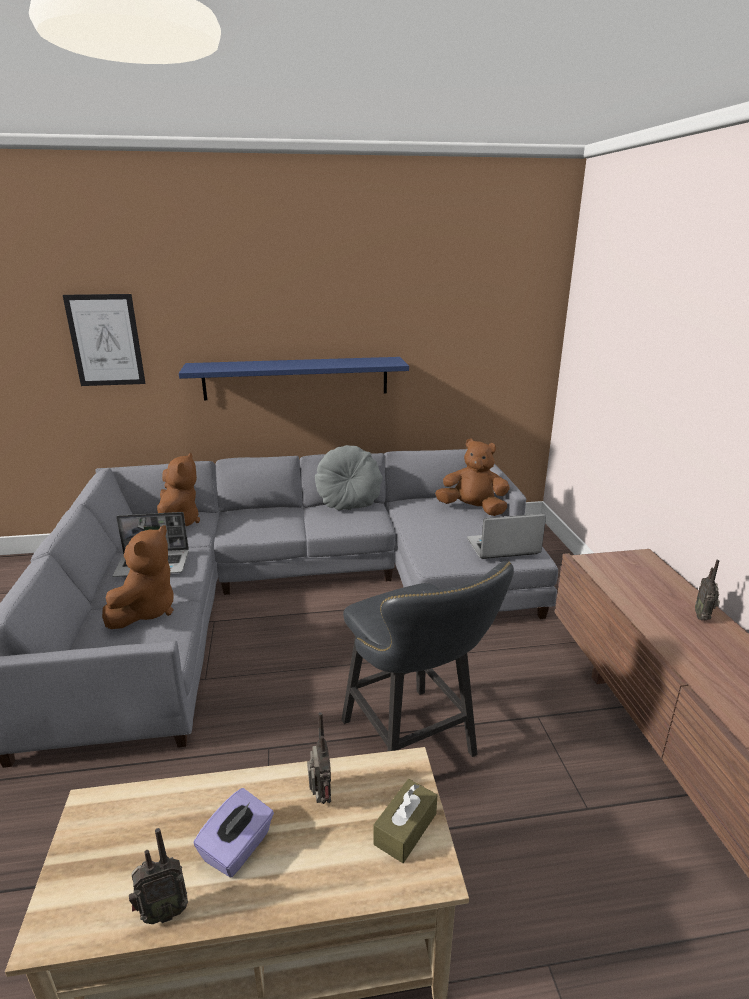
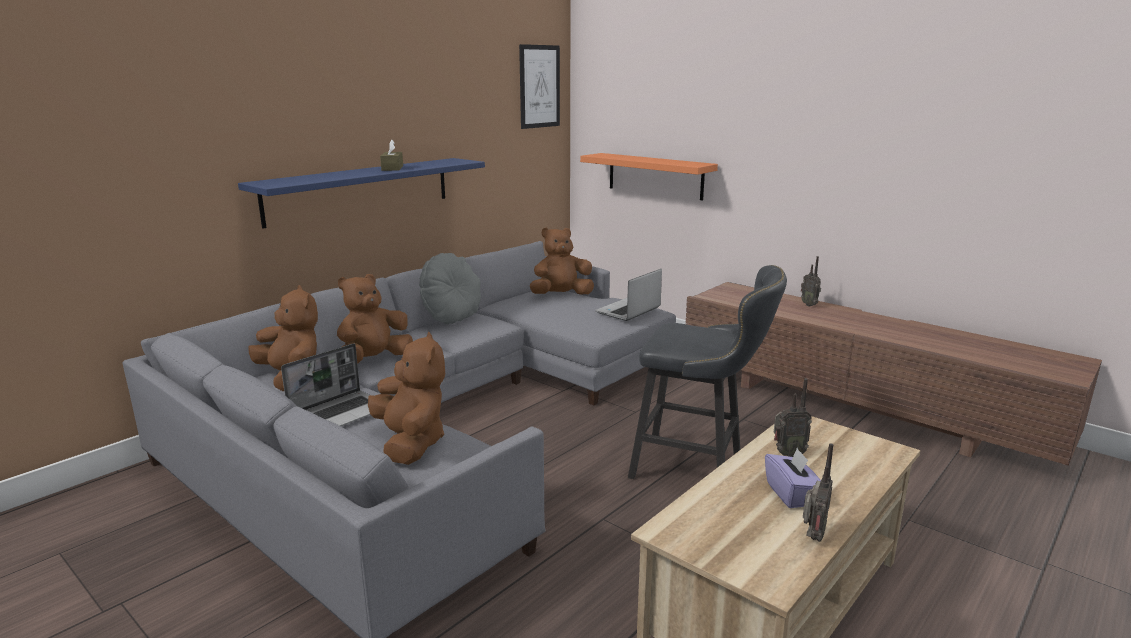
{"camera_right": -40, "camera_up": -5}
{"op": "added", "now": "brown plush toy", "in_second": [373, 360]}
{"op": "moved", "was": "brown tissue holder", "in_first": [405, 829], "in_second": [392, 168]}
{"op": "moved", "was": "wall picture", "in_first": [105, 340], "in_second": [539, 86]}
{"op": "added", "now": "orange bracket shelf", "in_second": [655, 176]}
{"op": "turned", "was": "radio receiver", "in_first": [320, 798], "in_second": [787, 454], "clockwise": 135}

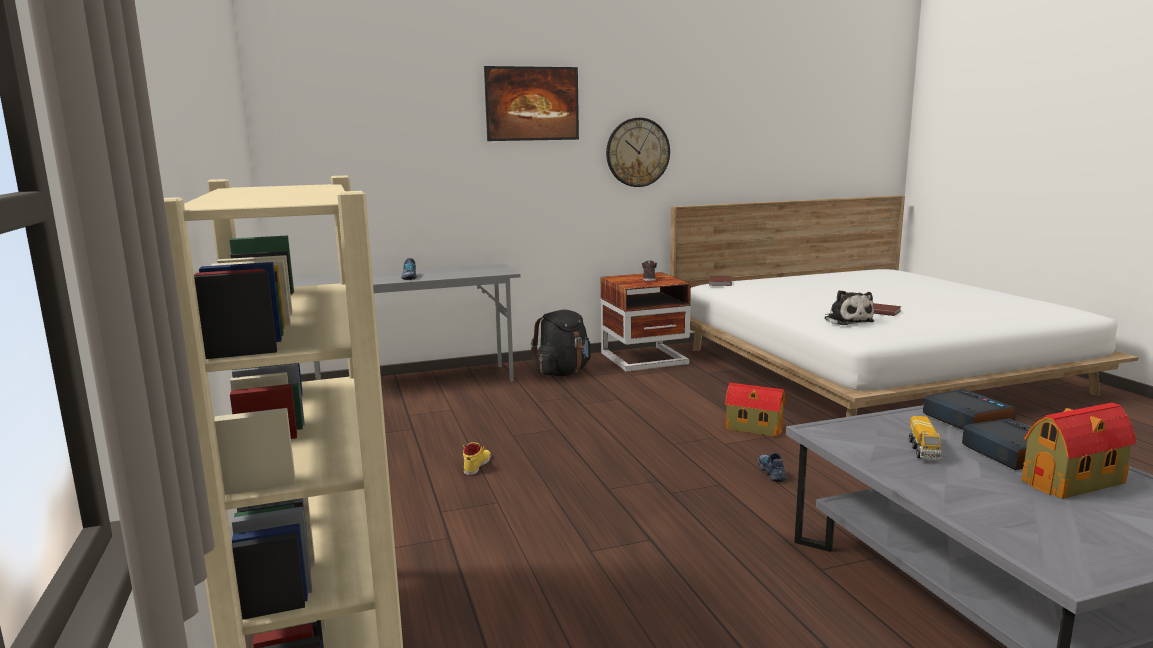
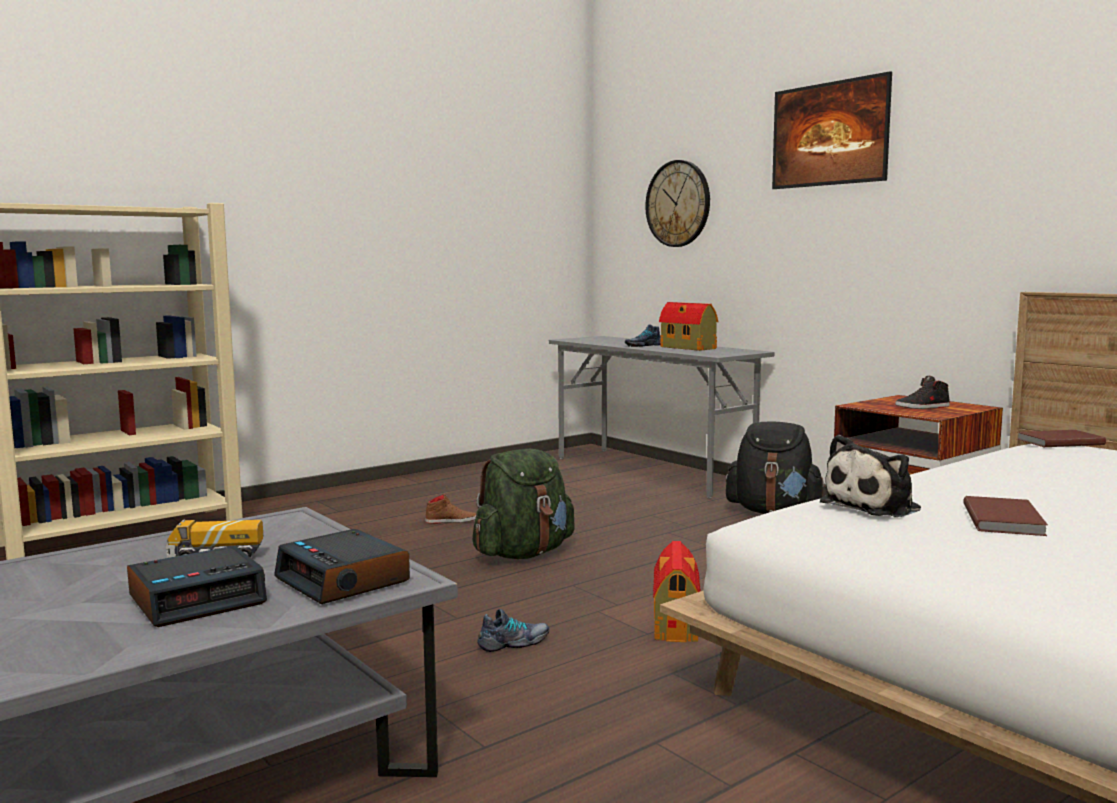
{"camera_right": 70, "camera_up": -5}
{"op": "turned", "was": "alarm clock", "in_first": [966, 419], "in_second": [344, 580], "clockwise": 90}
{"op": "recoloured", "was": "yellow-coloured low shoe", "now": "brown low shoe", "in_first": [477, 465], "in_second": [451, 521]}
{"op": "added", "now": "green-coloured knapsack", "in_second": [523, 553]}
{"op": "moved", "was": "clock on the wall", "in_first": [637, 152], "in_second": [678, 203]}
{"op": "moved", "was": "toy house", "in_first": [1075, 482], "in_second": [689, 348]}

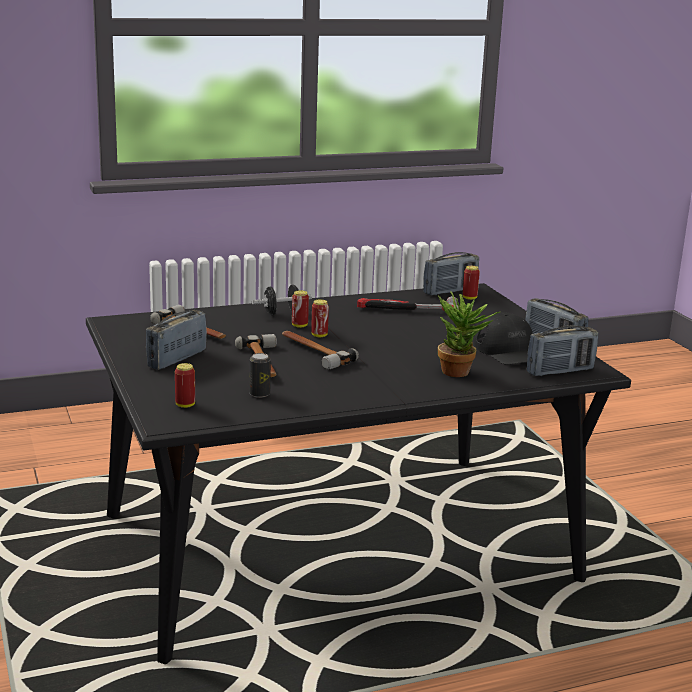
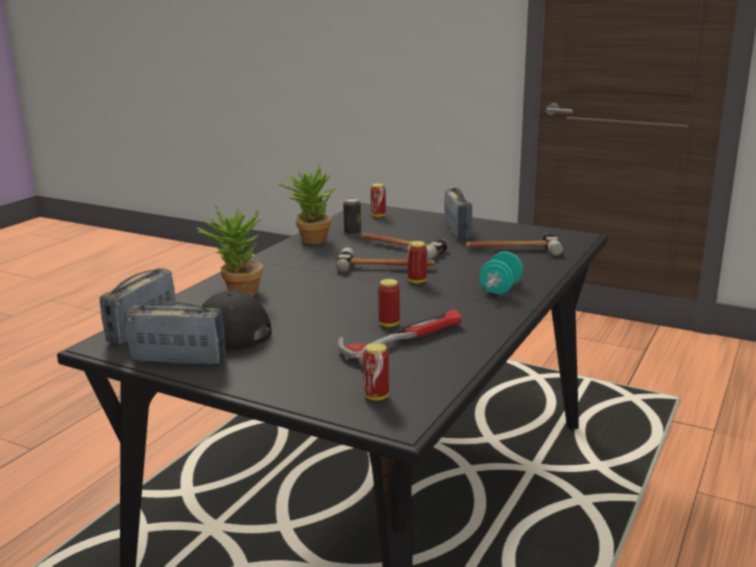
{"camera_right": 140, "camera_up": 0}
{"op": "added", "now": "houseplant", "in_second": [310, 239]}
{"op": "moved", "was": "metal can", "in_first": [299, 326], "in_second": [389, 324]}
{"op": "recoloured", "was": "black free weight", "now": "turquoise free weight", "in_first": [282, 313], "in_second": [500, 288]}
{"op": "removed", "was": "radio receiver", "in_first": [450, 291]}

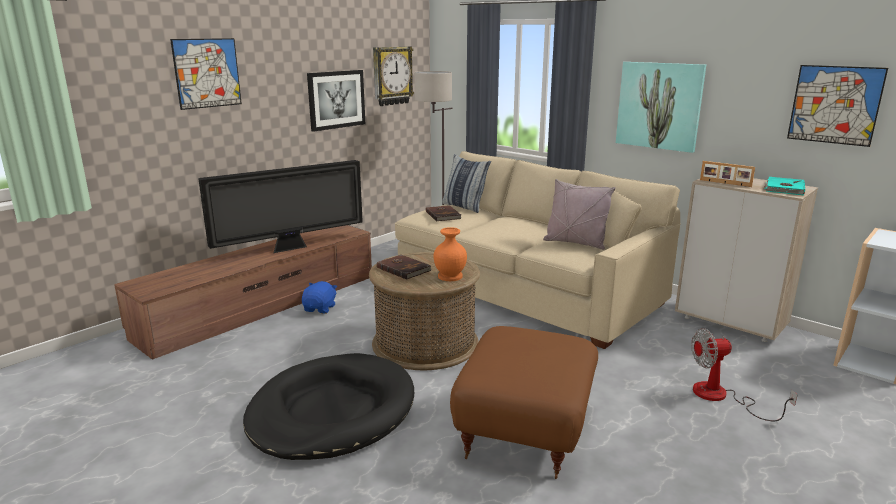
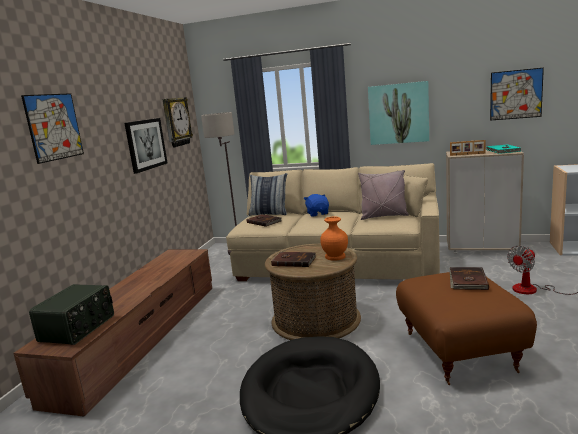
{"camera_right": -25, "camera_up": -5}
{"op": "added", "now": "radio receiver", "in_second": [78, 328]}
{"op": "moved", "was": "blue plush toy", "in_first": [320, 308], "in_second": [318, 213]}
{"op": "added", "now": "brown volume", "in_second": [467, 280]}
{"op": "removed", "was": "TV set", "in_first": [291, 248]}

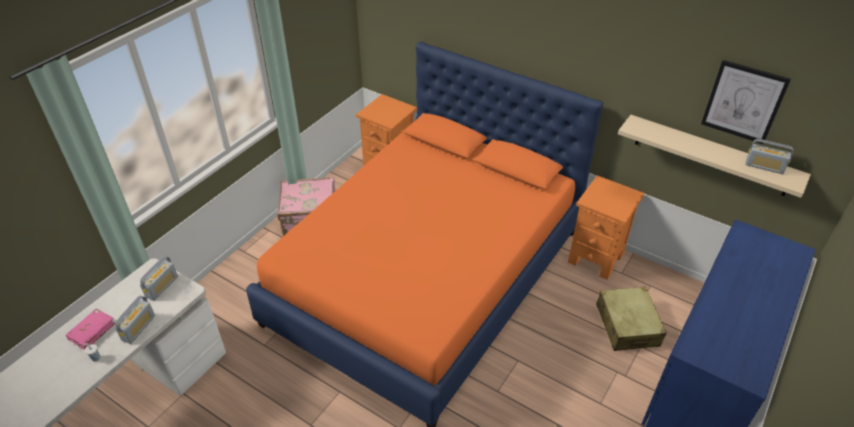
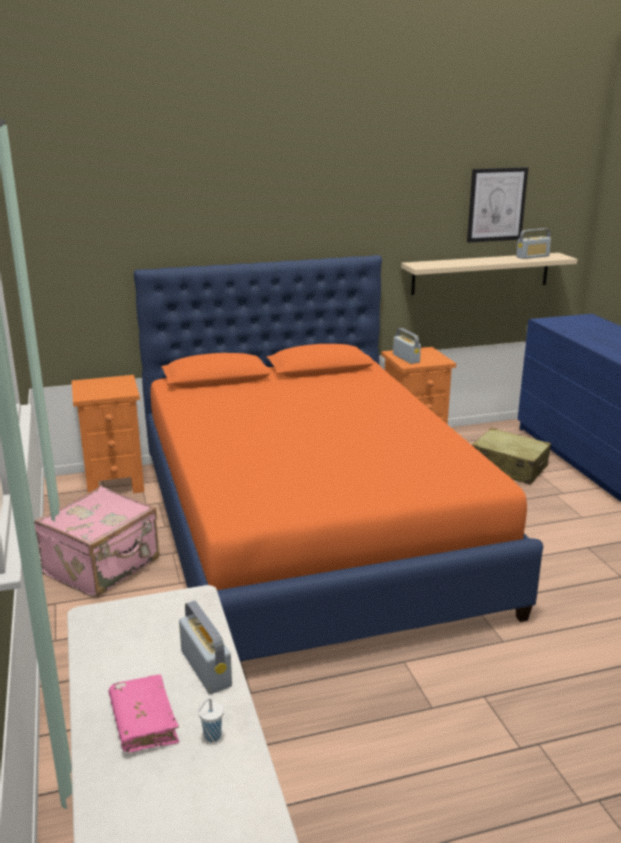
{"camera_right": -50, "camera_up": -20}
{"op": "moved", "was": "radio receiver", "in_first": [162, 286], "in_second": [406, 358]}

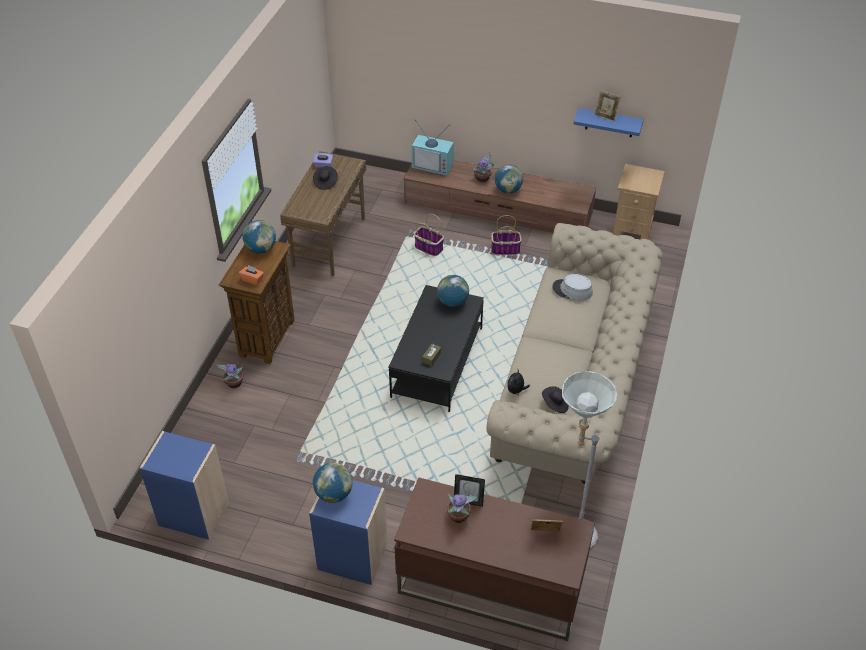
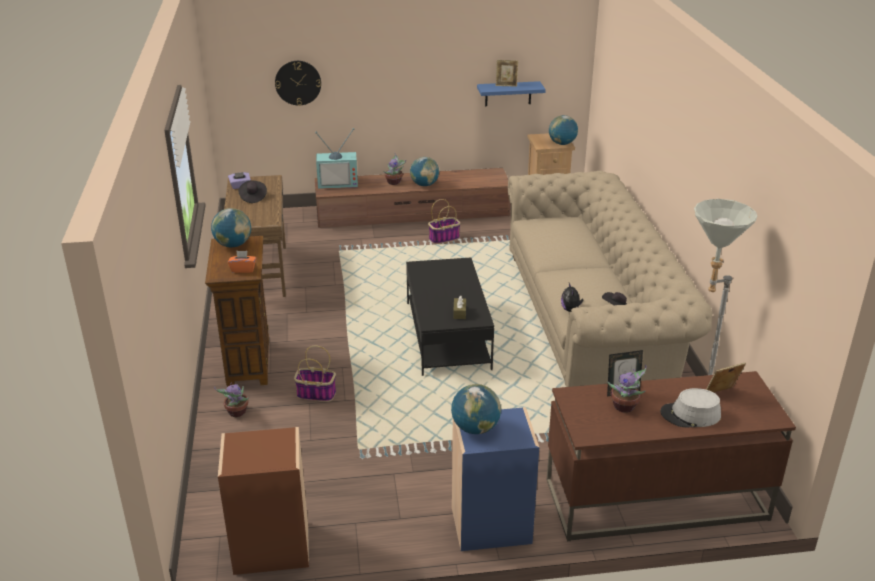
{"camera_right": -25, "camera_up": -15}
{"op": "recoloured", "was": "blue bookcase", "now": "brown bookcase", "in_first": [192, 514], "in_second": [270, 548]}
{"op": "added", "now": "clock on the wall", "in_second": [298, 82]}
{"op": "moved", "was": "basket", "in_first": [428, 247], "in_second": [315, 394]}
{"op": "moved", "was": "world globe", "in_first": [452, 302], "in_second": [562, 143]}
{"op": "moved", "was": "grey hat", "in_first": [572, 290], "in_second": [690, 415]}

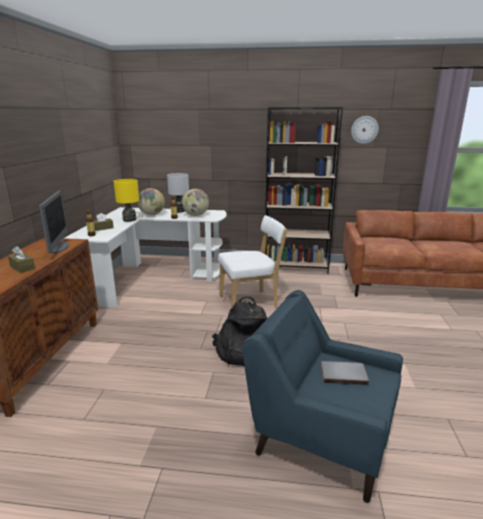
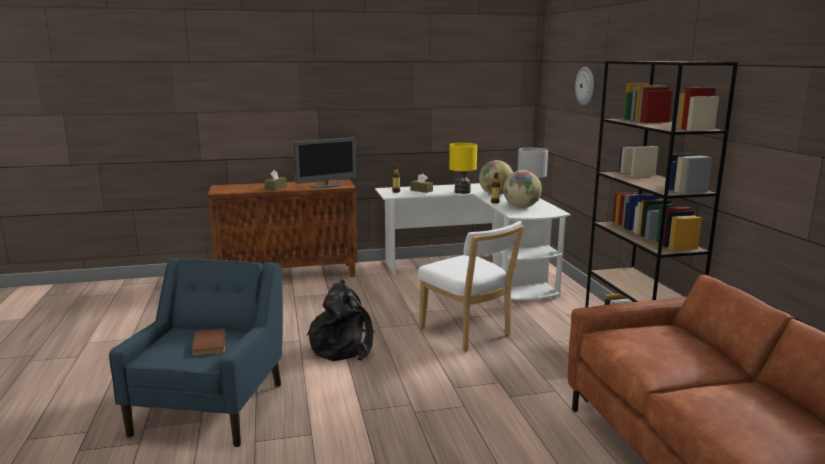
{"camera_right": 70, "camera_up": -5}
{"op": "recoloured", "was": "grey volume", "now": "brown volume", "in_first": [343, 373], "in_second": [211, 344]}
{"op": "moved", "was": "clock on the wall", "in_first": [364, 130], "in_second": [585, 86]}

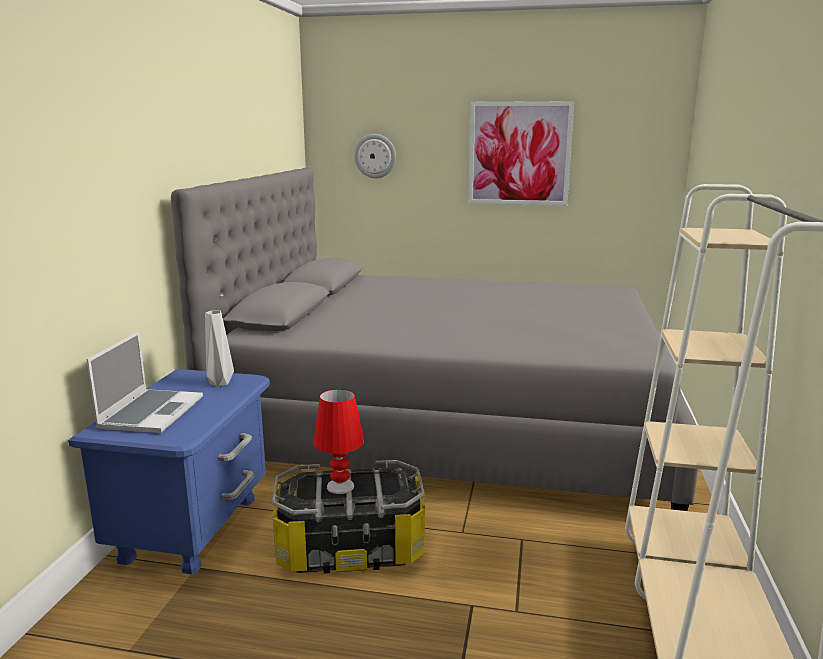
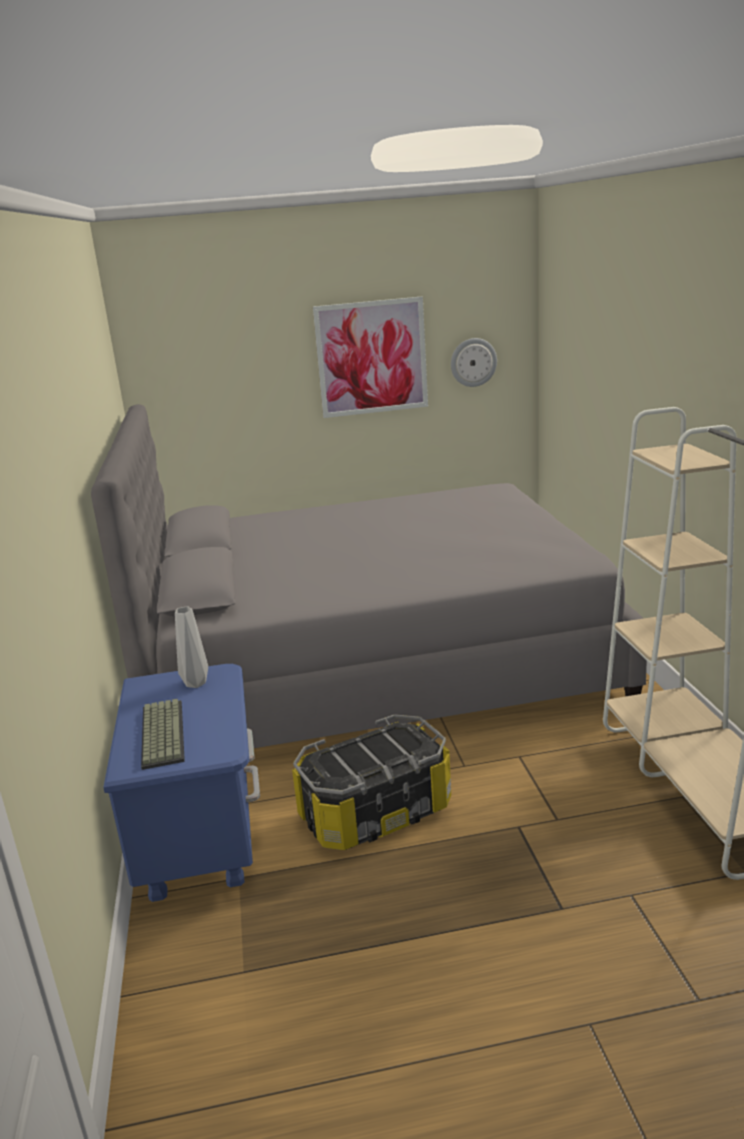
{"camera_right": -20, "camera_up": 5}
{"op": "replaced", "was": "portable computer", "now": "computer keyboard", "in_first": [151, 412], "in_second": [160, 734]}
{"op": "moved", "was": "clock on the wall", "in_first": [375, 156], "in_second": [473, 362]}
{"op": "removed", "was": "reddish table lamp", "in_first": [340, 486]}

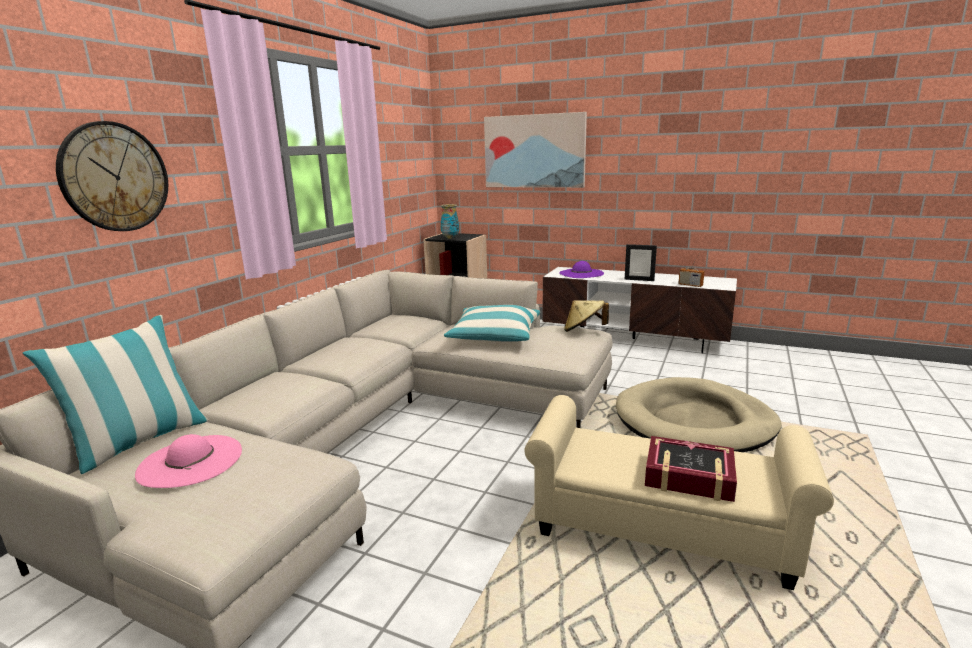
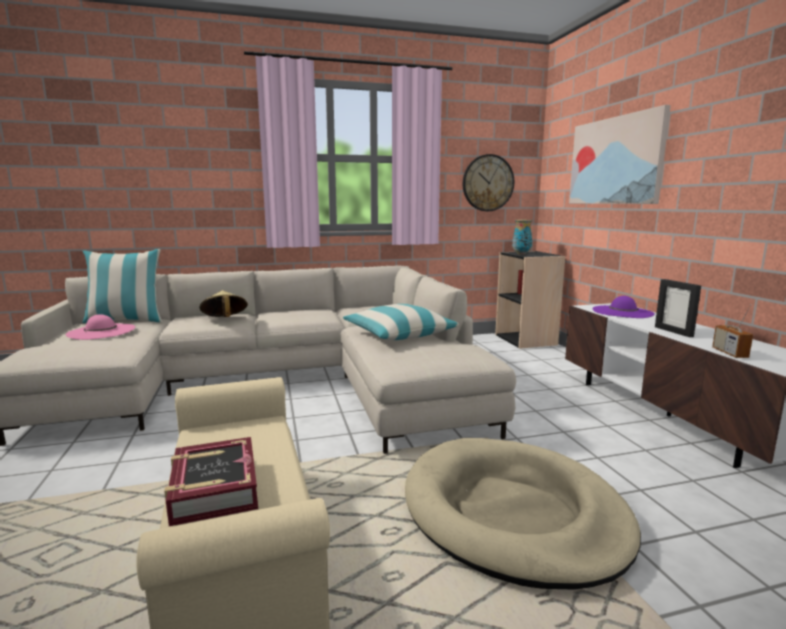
{"camera_right": 50, "camera_up": -5}
{"op": "moved", "was": "sand-coloured hat", "in_first": [584, 330], "in_second": [224, 319]}
{"op": "moved", "was": "clock on the wall", "in_first": [114, 177], "in_second": [488, 183]}

